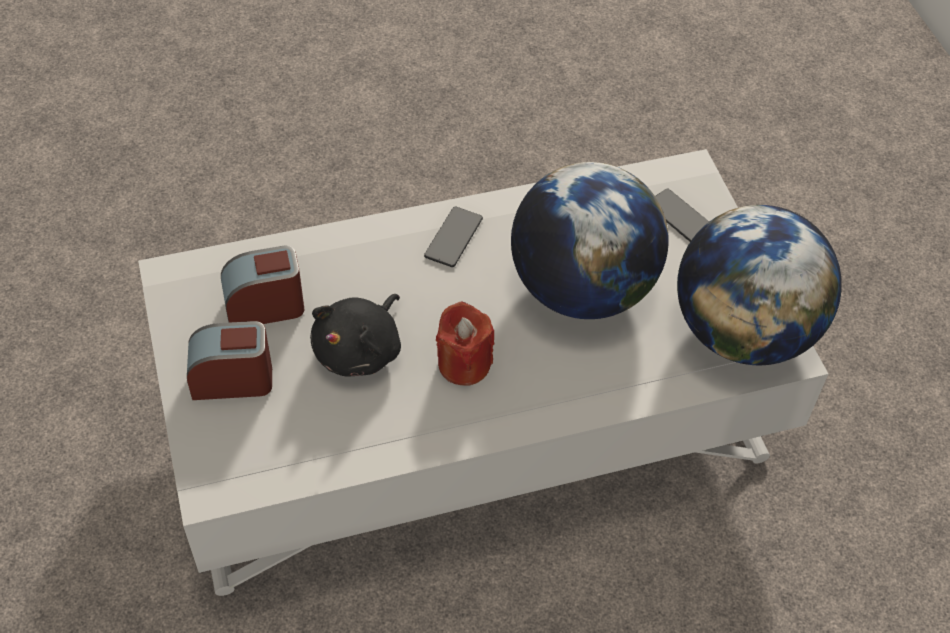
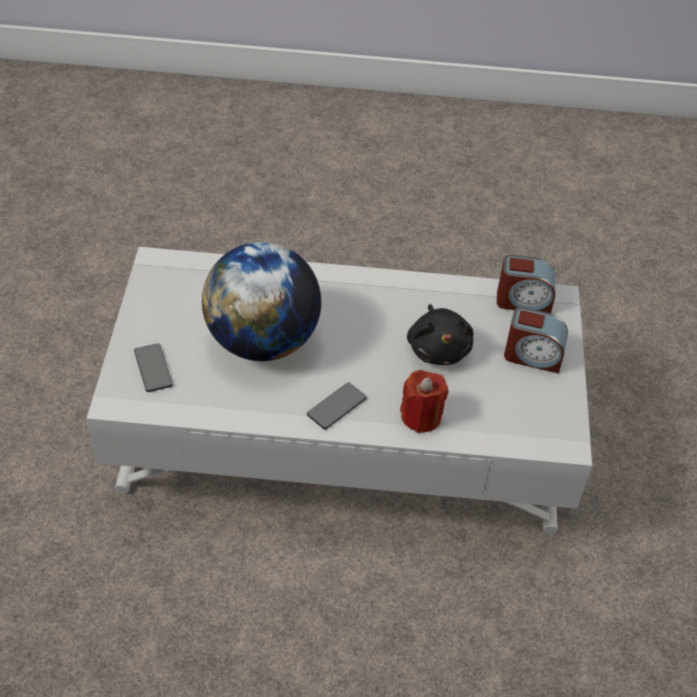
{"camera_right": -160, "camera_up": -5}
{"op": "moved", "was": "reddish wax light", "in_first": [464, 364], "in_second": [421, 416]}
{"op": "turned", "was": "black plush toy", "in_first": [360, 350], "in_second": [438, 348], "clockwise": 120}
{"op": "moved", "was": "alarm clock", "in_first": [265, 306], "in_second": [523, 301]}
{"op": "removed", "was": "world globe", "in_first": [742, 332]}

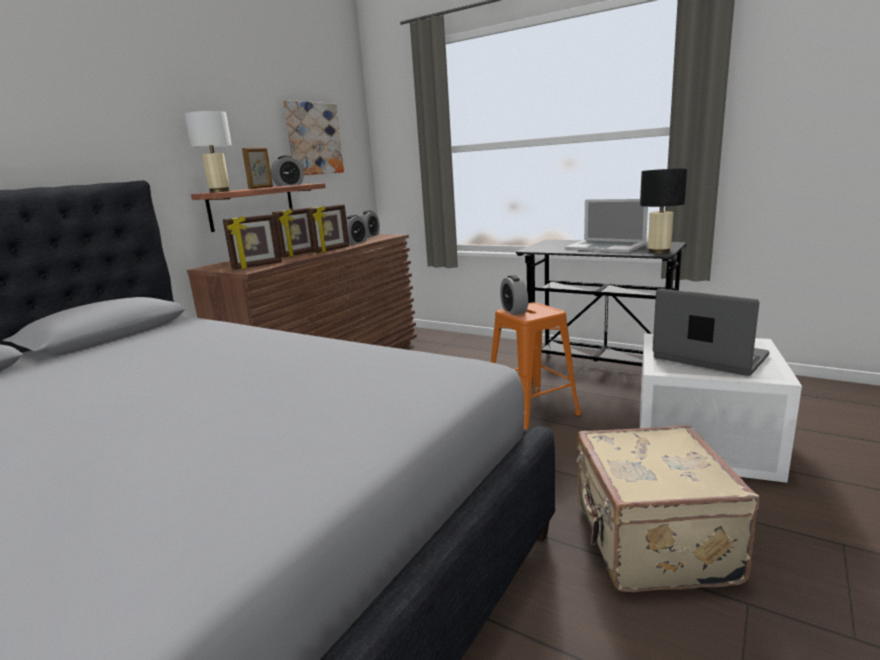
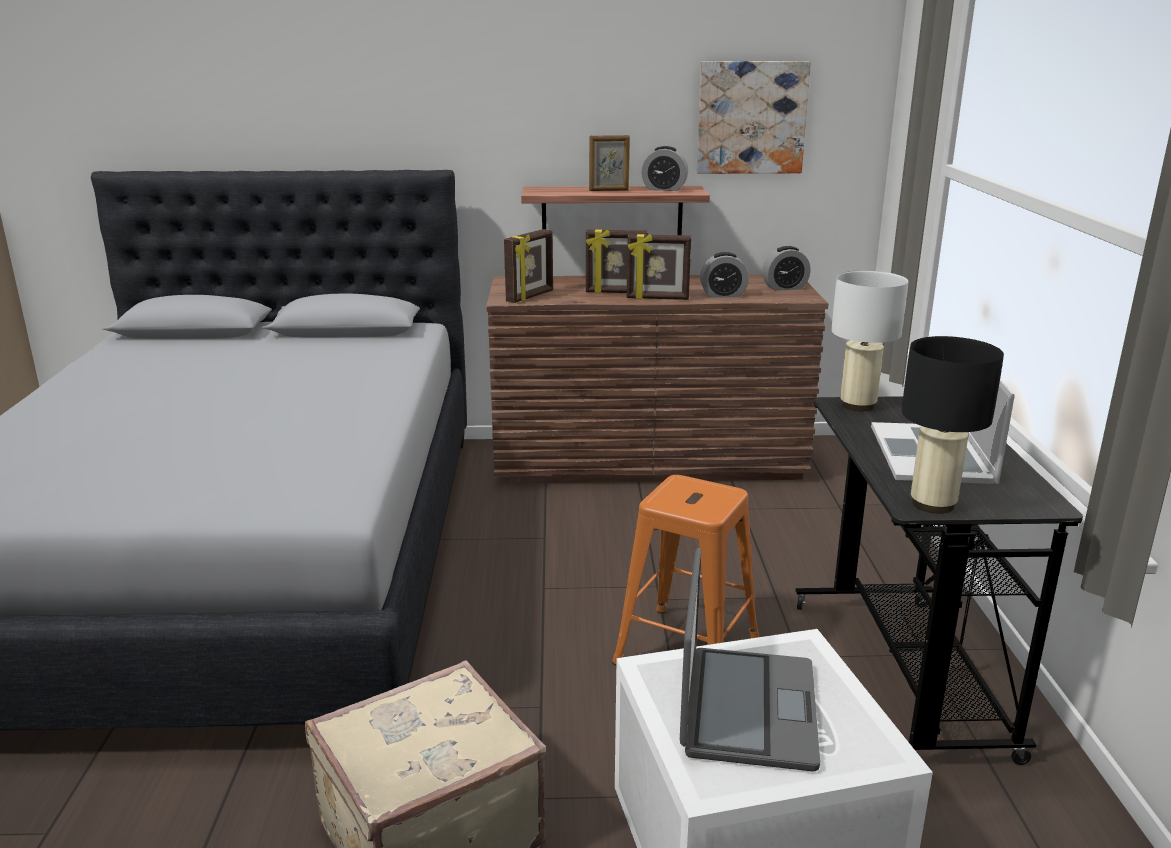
{"camera_right": 55, "camera_up": 5}
{"op": "turned", "was": "standing frame", "in_first": [257, 266], "in_second": [531, 296], "clockwise": -75}
{"op": "moved", "was": "whitish table lamp", "in_first": [220, 191], "in_second": [858, 405]}
{"op": "removed", "was": "alarm clock", "in_first": [514, 311]}

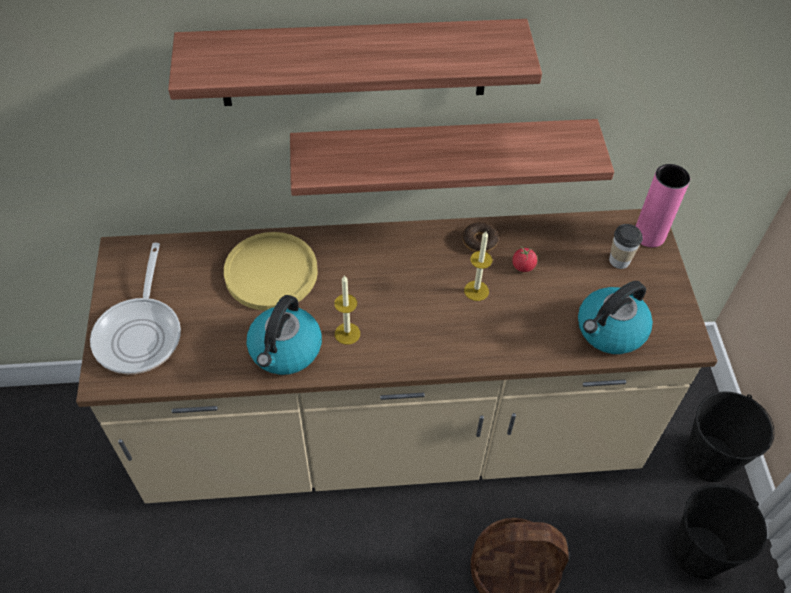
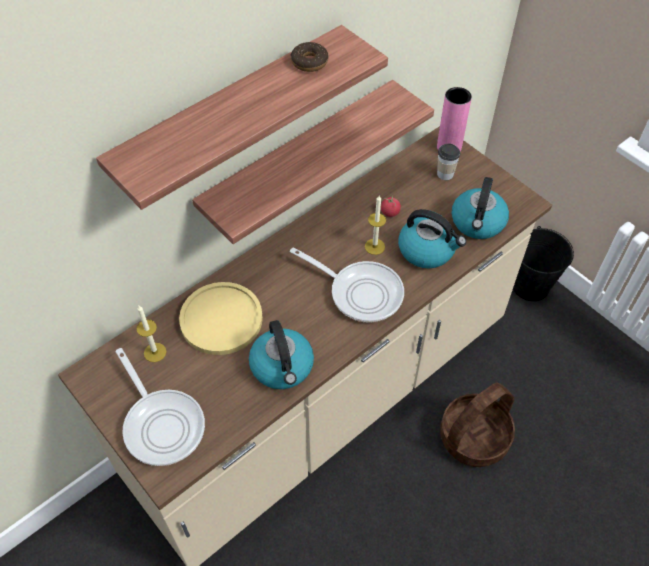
{"camera_right": -35, "camera_up": 0}
{"op": "moved", "was": "wax light", "in_first": [347, 333], "in_second": [155, 352]}
{"op": "added", "now": "frying pan", "in_second": [360, 292]}
{"op": "moved", "was": "donut", "in_first": [479, 241], "in_second": [309, 62]}
{"op": "added", "now": "water kettle", "in_second": [427, 250]}
{"op": "removed", "was": "black pail", "in_first": [699, 553]}

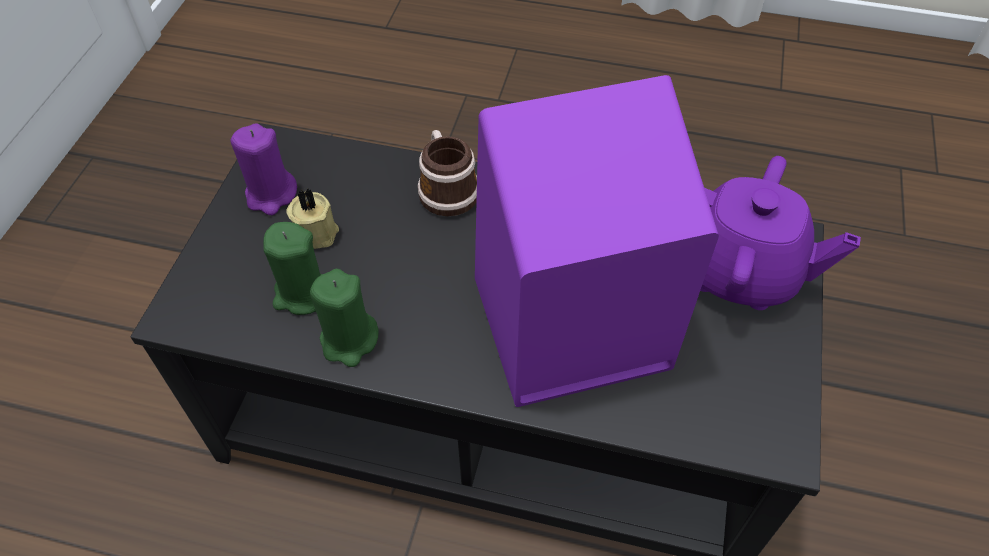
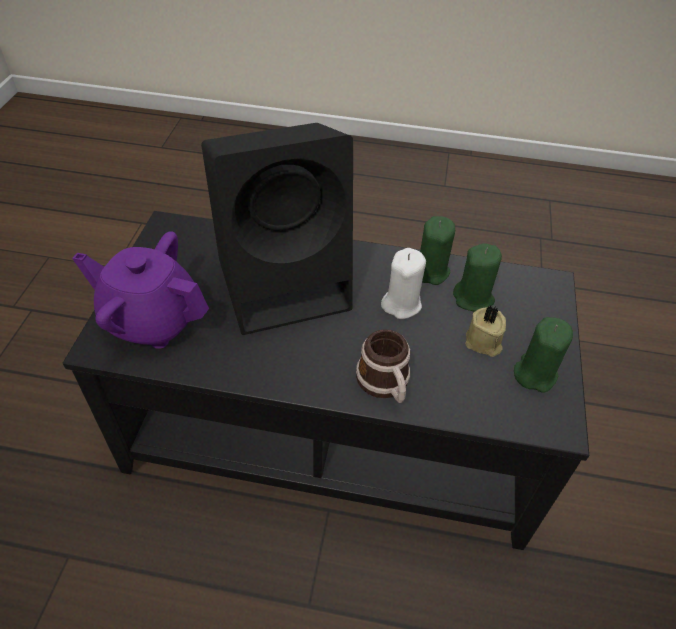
{"camera_right": 175, "camera_up": -5}
{"op": "recoloured", "was": "purple speaker", "now": "black speaker", "in_first": [565, 326], "in_second": [287, 282]}
{"op": "added", "now": "whitish wax light", "in_second": [401, 304]}
{"op": "recoloured", "was": "purple wax light", "now": "green-coloured wax light", "in_first": [271, 195], "in_second": [534, 374]}

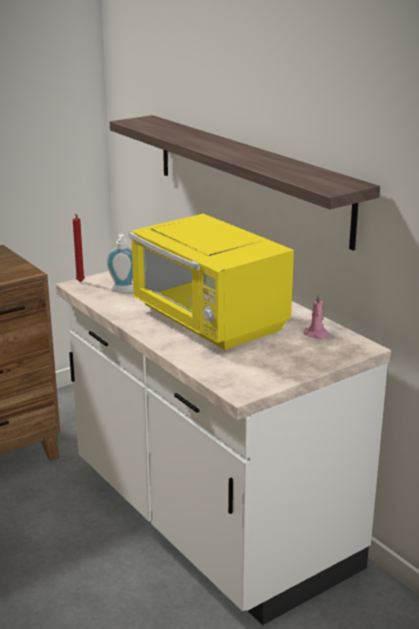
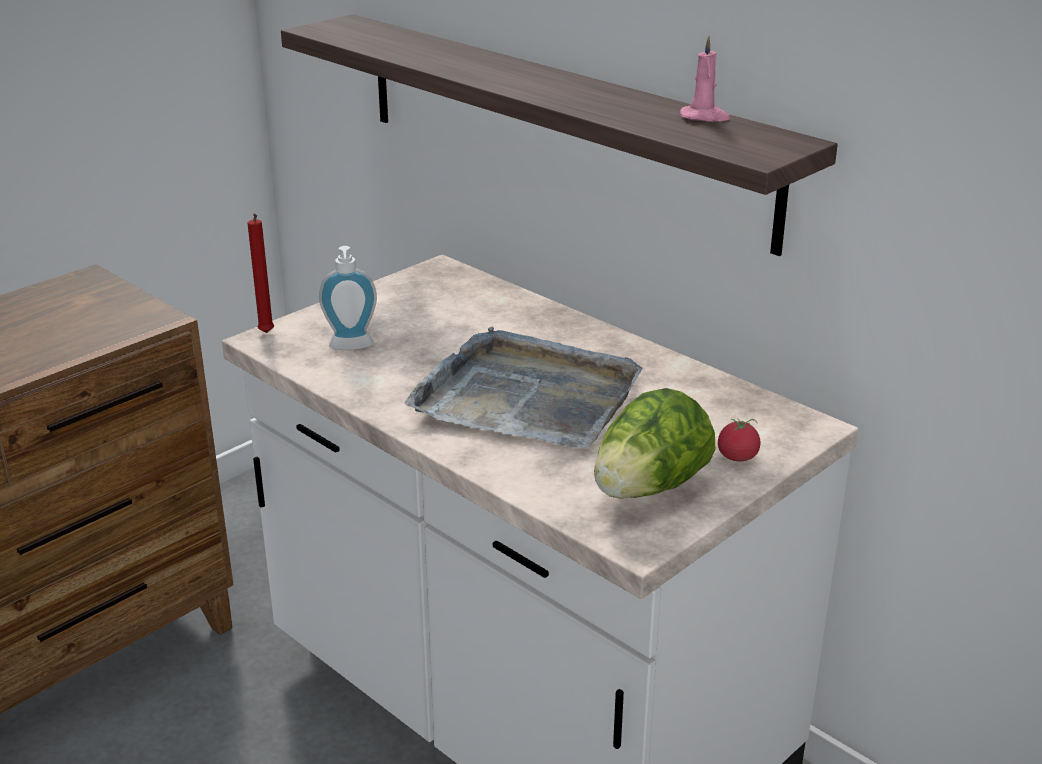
{"camera_right": -10, "camera_up": 5}
{"op": "replaced", "was": "yellow-coloured microwave", "now": "grey carrying tray", "in_first": [209, 321], "in_second": [527, 397]}
{"op": "added", "now": "head of lettuce", "in_second": [649, 488]}
{"op": "moved", "was": "pinkish wax light", "in_first": [317, 334], "in_second": [705, 117]}
{"op": "added", "now": "fresh tomato", "in_second": [737, 457]}

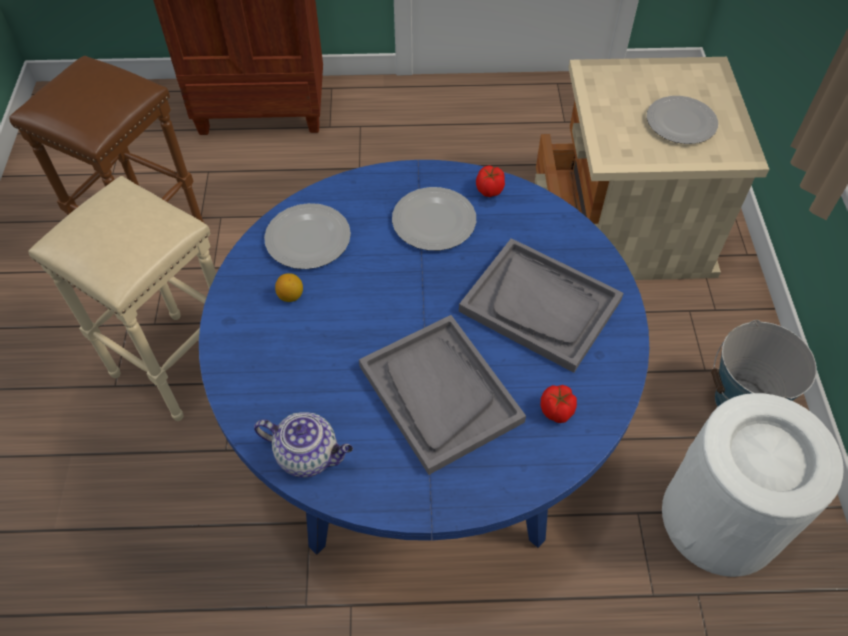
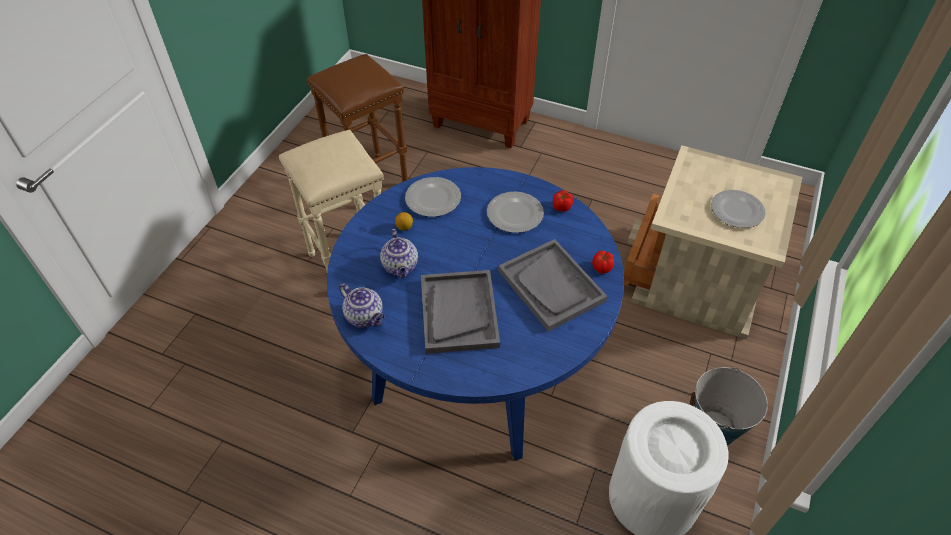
{"camera_right": 25, "camera_up": -5}
{"op": "added", "now": "pot for tea", "in_second": [401, 266]}
{"op": "moved", "was": "fresh tomato", "in_first": [556, 411], "in_second": [601, 268]}

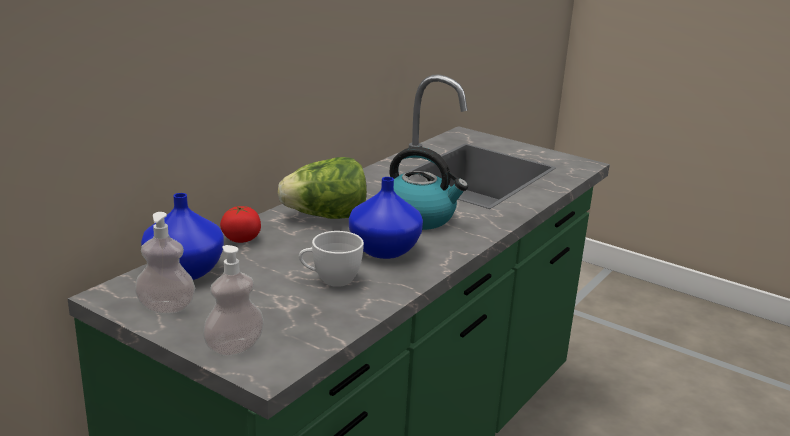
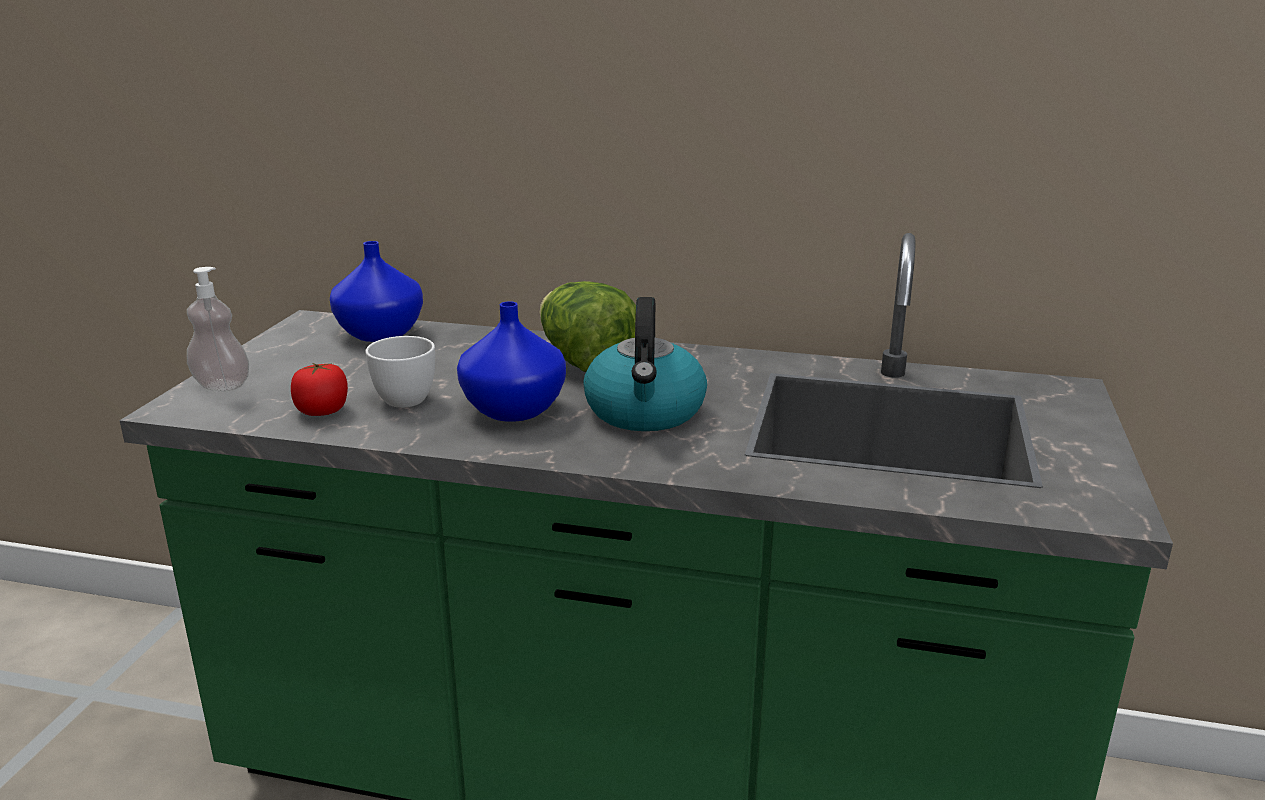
{"camera_right": 70, "camera_up": 0}
{"op": "moved", "was": "fresh tomato", "in_first": [241, 238], "in_second": [322, 411]}
{"op": "removed", "was": "soap dispenser", "in_first": [166, 308]}

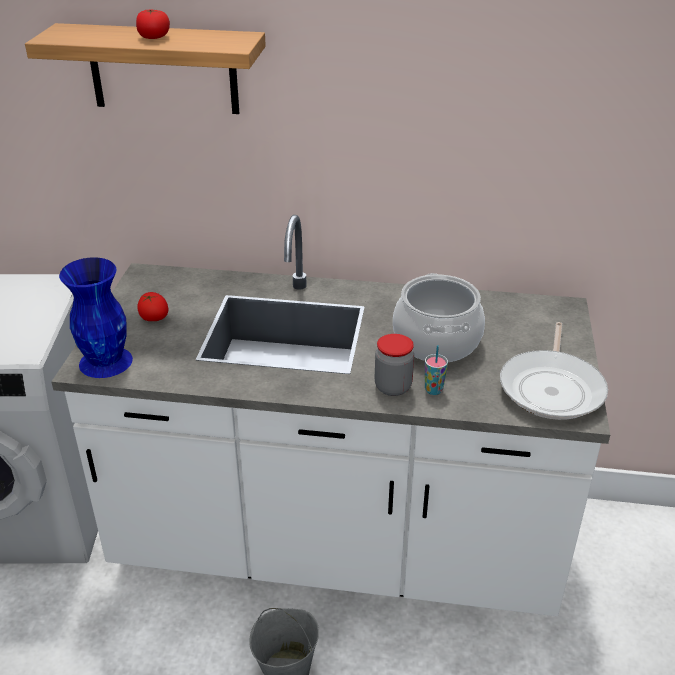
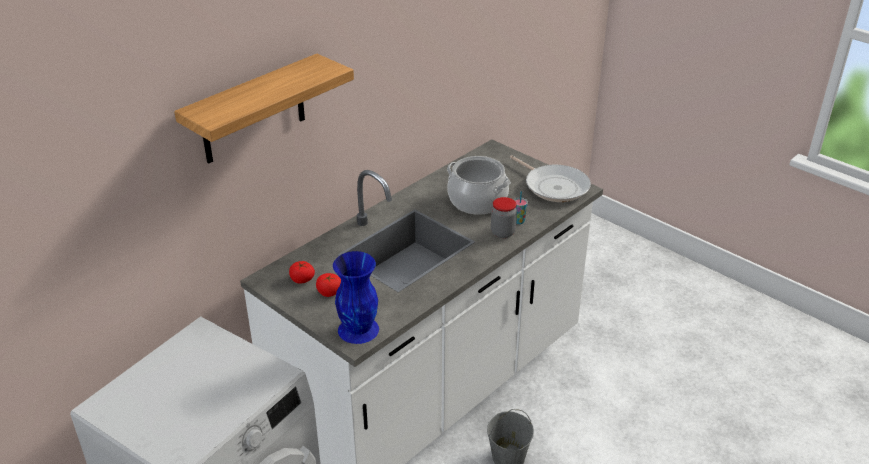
{"camera_right": -55, "camera_up": 0}
{"op": "moved", "was": "fresh tomato", "in_first": [154, 37], "in_second": [302, 279]}

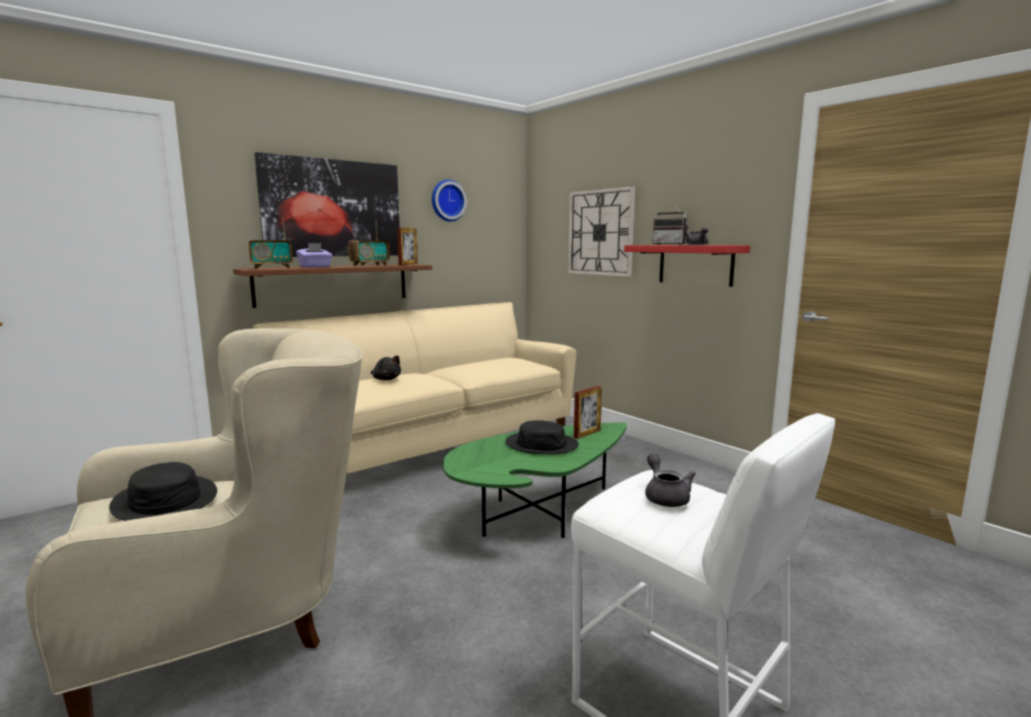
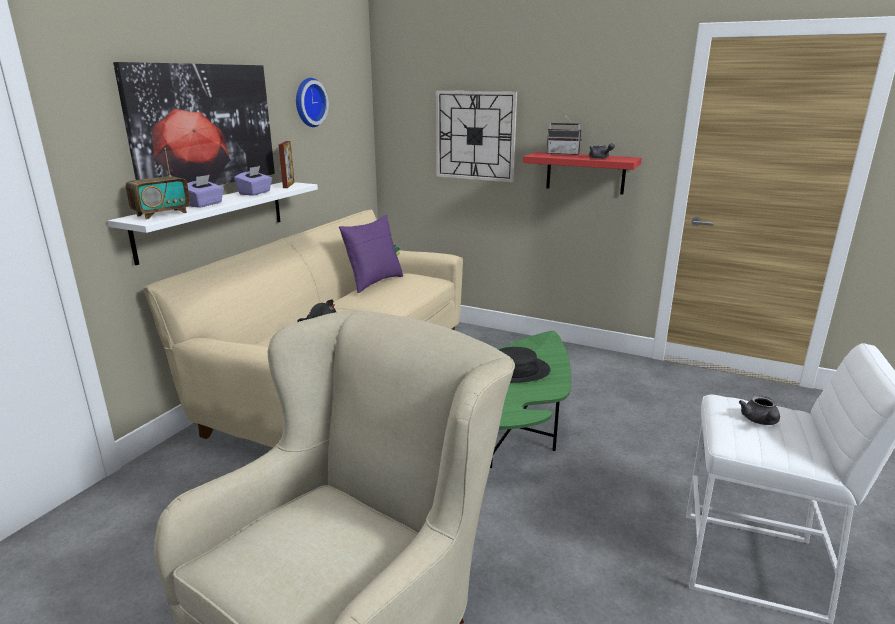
{"camera_right": -25, "camera_up": 10}
{"op": "recoloured", "was": "brown bracket shelf", "now": "whitish bracket shelf", "in_first": [333, 284], "in_second": [213, 219]}
{"op": "replaced", "was": "radio receiver", "now": "purple tissue holder", "in_first": [370, 265], "in_second": [255, 193]}
{"op": "added", "now": "purple pillow", "in_second": [374, 283]}
{"op": "turned", "was": "grey pot for tea", "in_first": [665, 496], "in_second": [760, 421], "clockwise": -135}
{"op": "removed", "was": "black hat", "in_first": [165, 501]}
{"op": "removed", "was": "standing frame", "in_first": [587, 434]}

